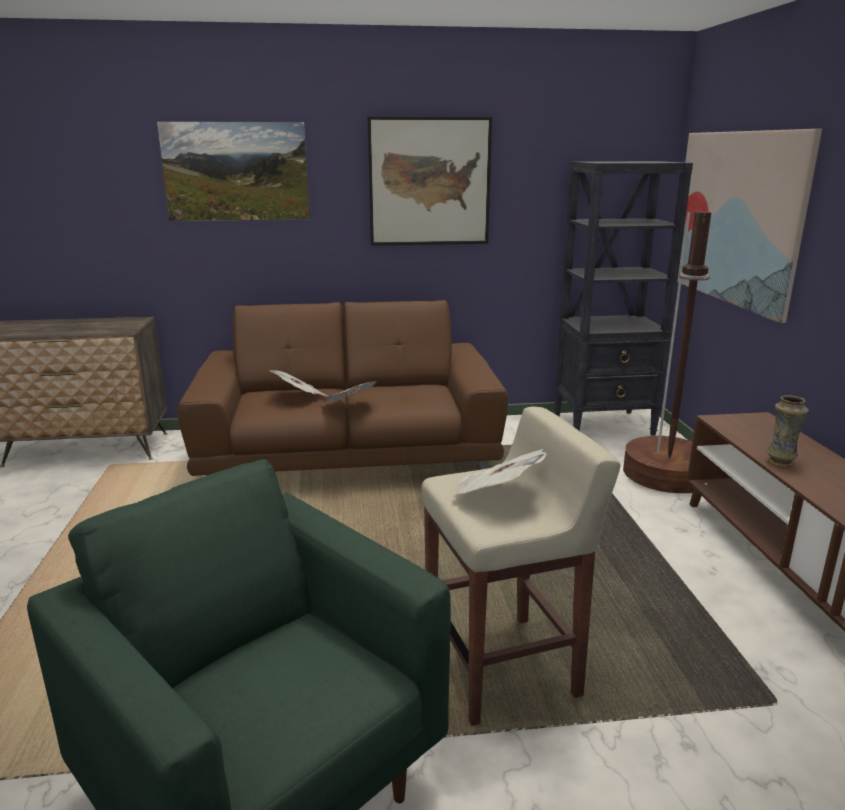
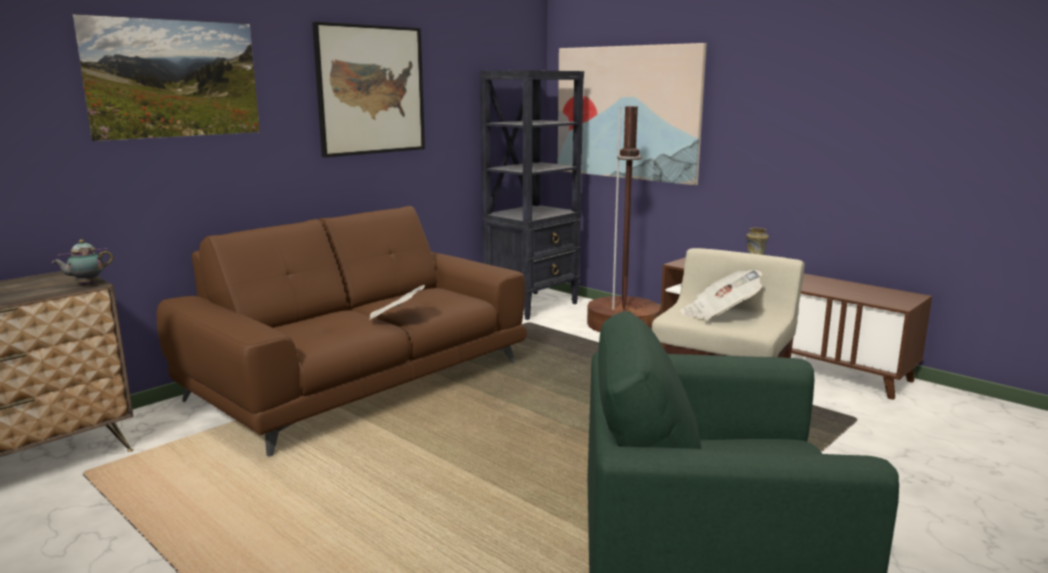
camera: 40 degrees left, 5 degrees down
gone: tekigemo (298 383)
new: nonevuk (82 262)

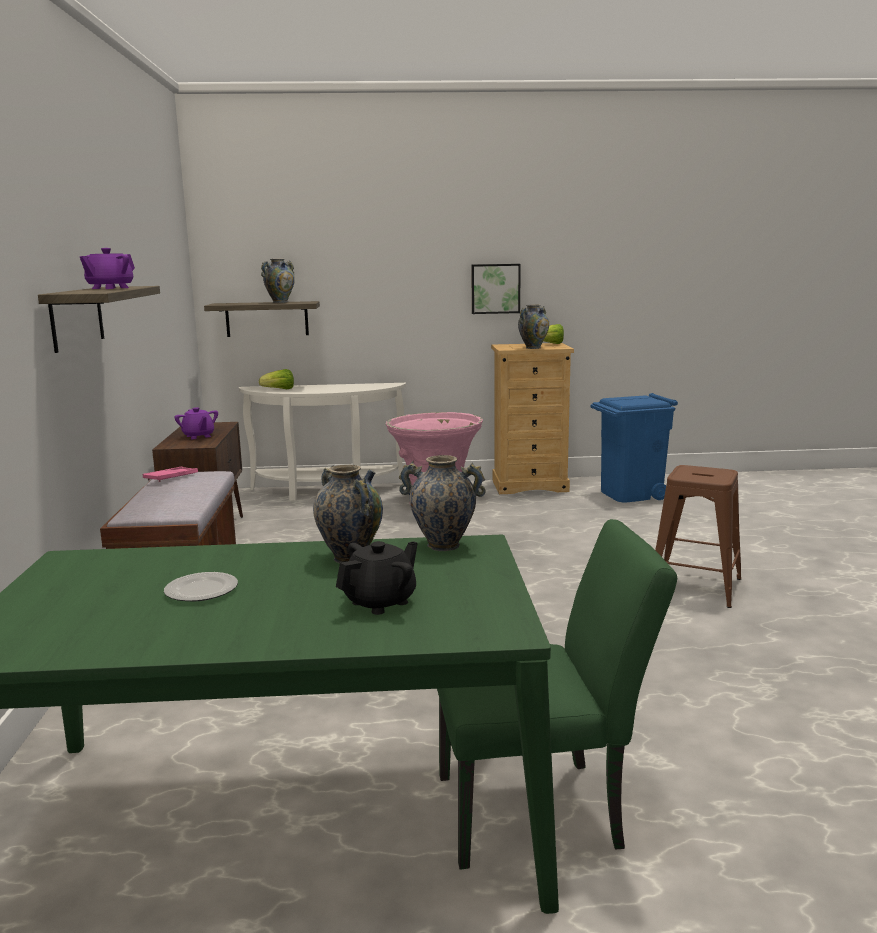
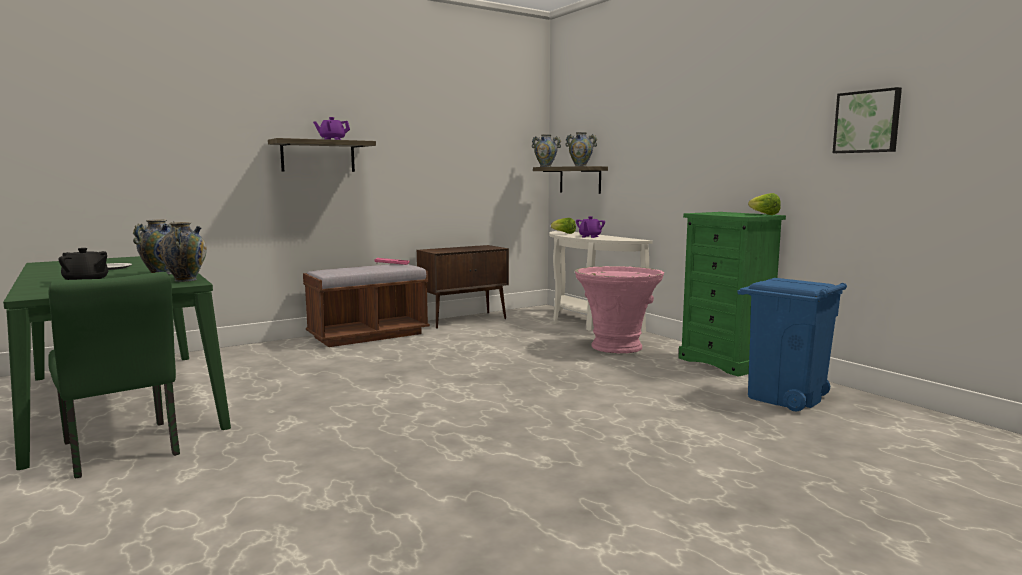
camera: 60 degrees right, 5 degrees down
gone: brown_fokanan (698 536)
shifted: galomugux (533 326) to (546 150); purple_nonevuk (196 423) to (590 227); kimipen (496 289) to (867 120)
repainted: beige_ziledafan (532 418) to green_ziledafan (732 294)

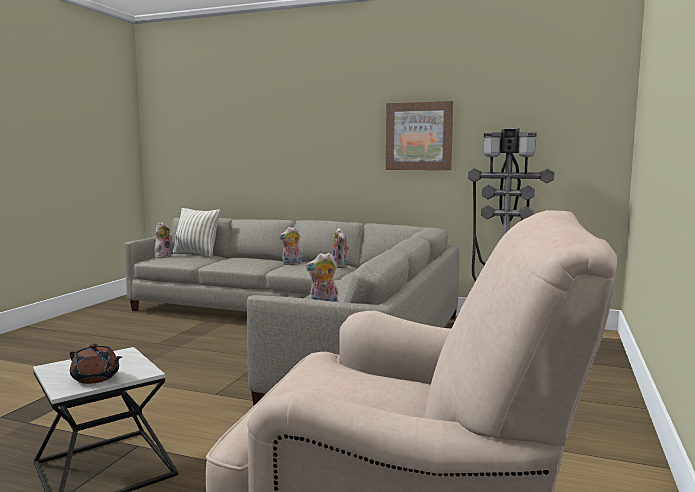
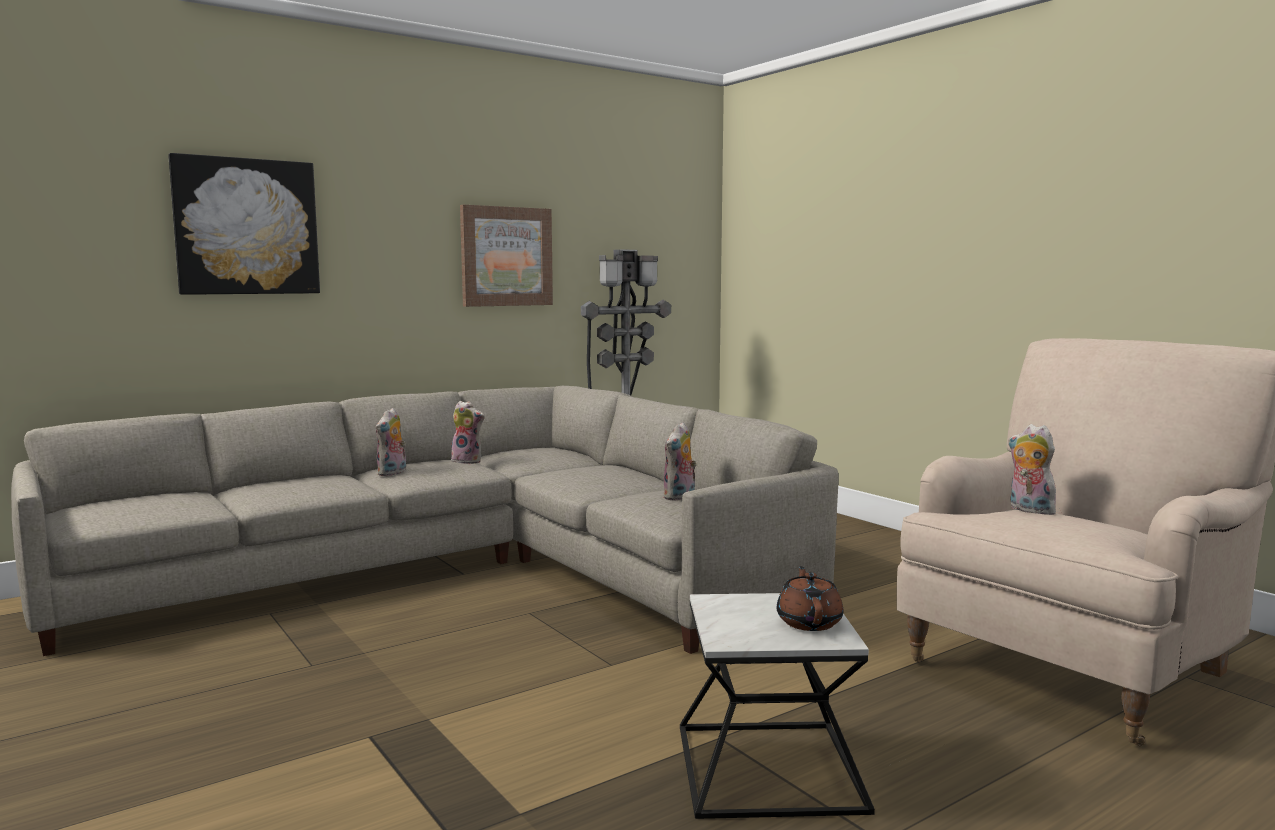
camera: 55 degrees left, 0 degrees up
gone: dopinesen (196 232)
new: kimipen (244 224)
shifted: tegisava (162 240) to (1033 469)
rotated: brown_nonevuk (96 363) = (810 598) 60 degrees counterclockwise

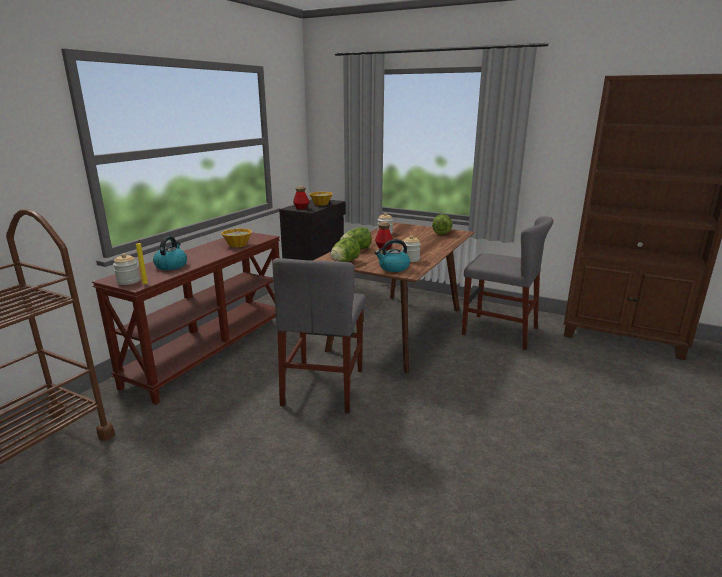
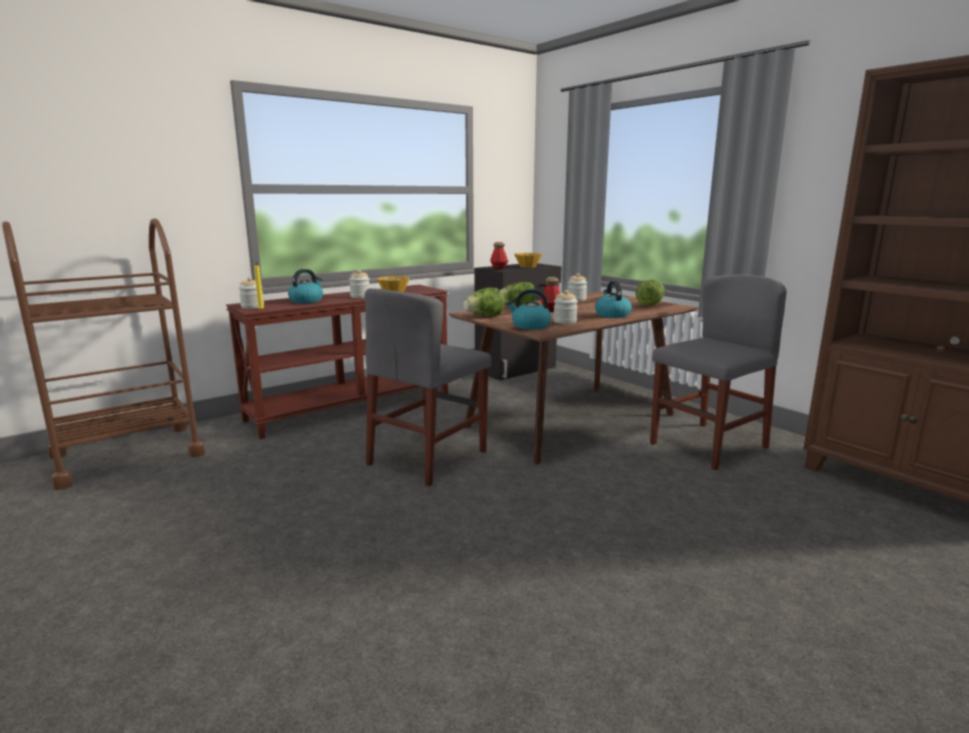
camera: 25 degrees right, 5 degrees down
new: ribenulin (359 284); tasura (613 299)
rotated: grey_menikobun (507 283) = (718 372) 90 degrees counterclockwise

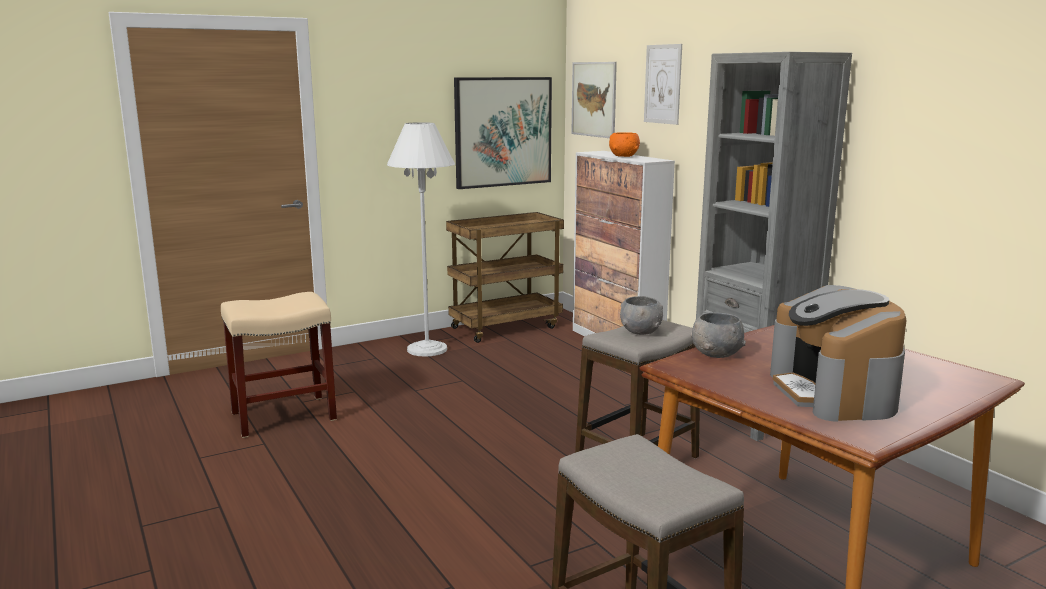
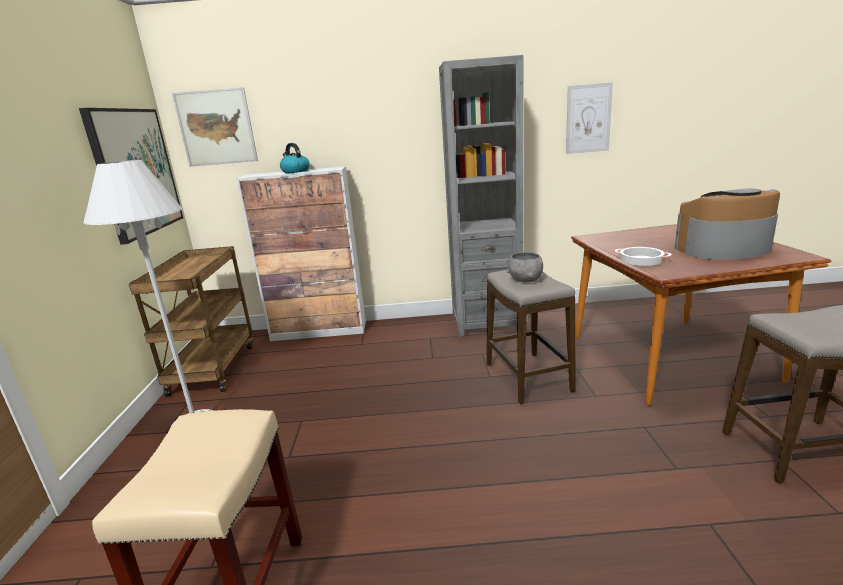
camera: 60 degrees left, 5 degrees up
shifted: kimipen (663 84) to (589 118)
swapped: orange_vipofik (624 144) to tasura (295 158); grey_vipofik (718 335) to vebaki (643 256)
rotated: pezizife (838 353) = (727 224) 150 degrees clockwise

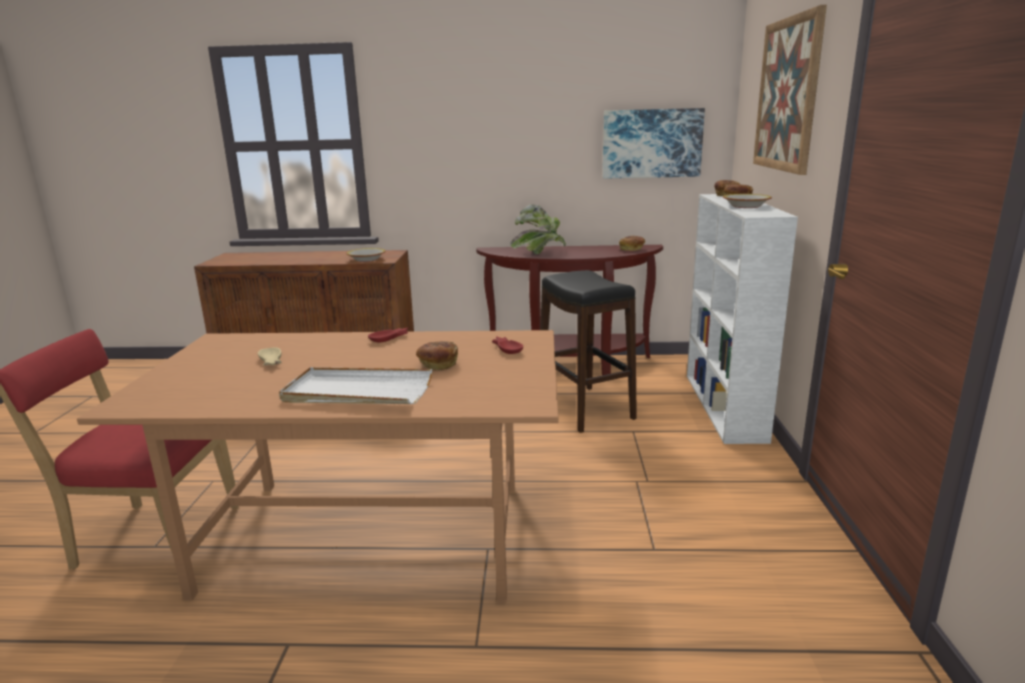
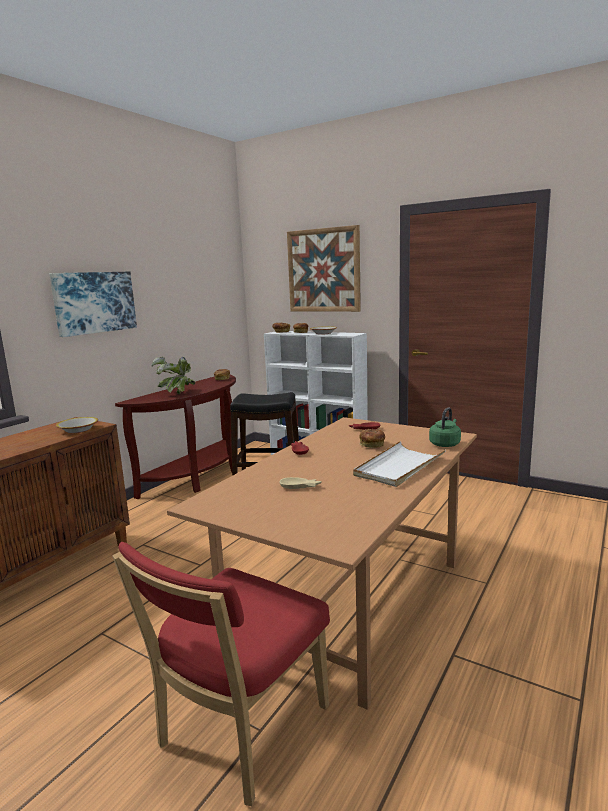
camera: 60 degrees left, 5 degrees down
new: green_tasura (445 427)
shifted: kimipen (654 143) to (93 304)

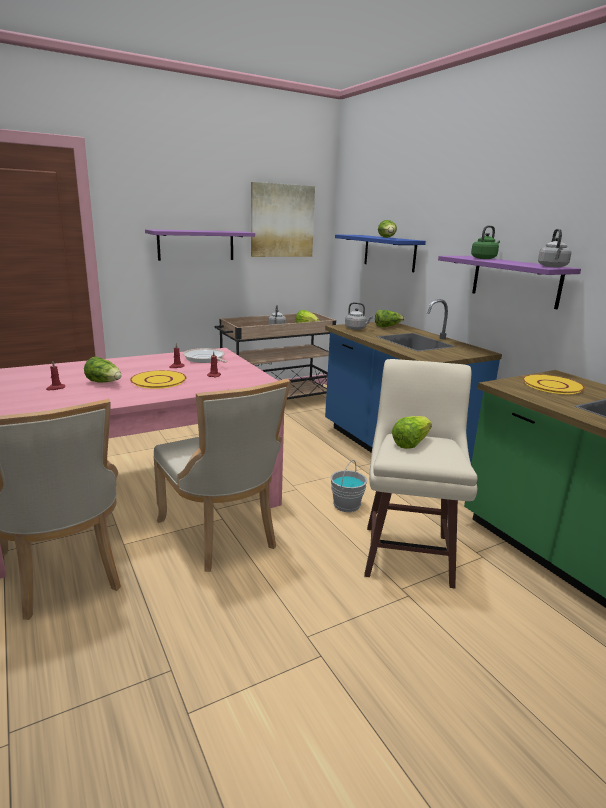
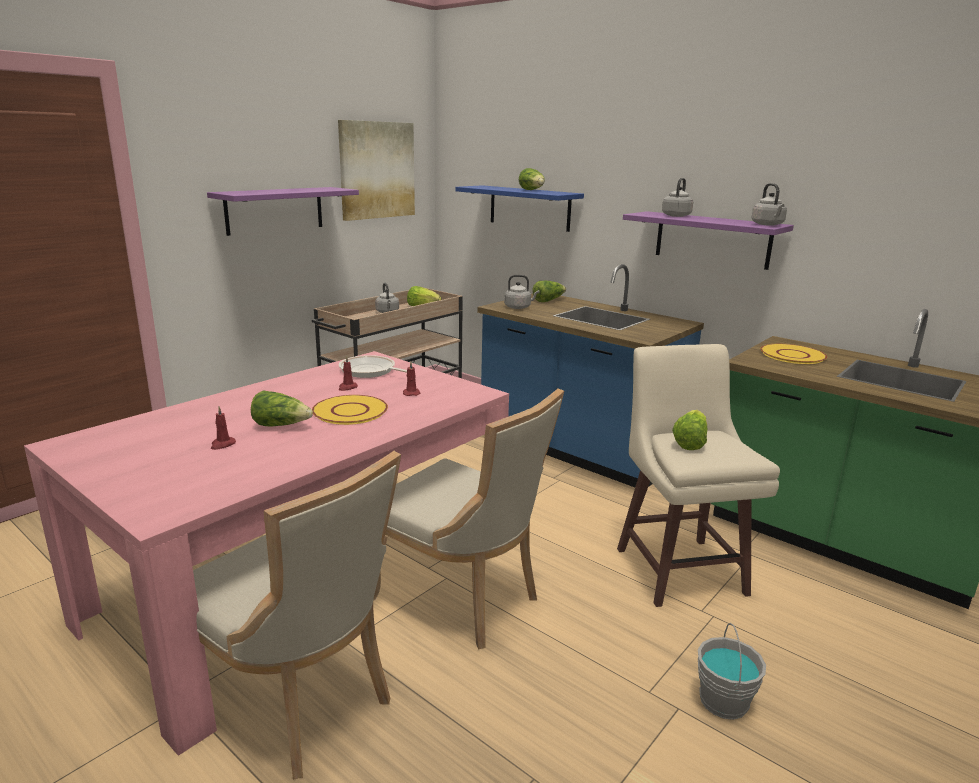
camera: 20 degrees left, 0 degrees up
shifted: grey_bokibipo (348 486) to (732 671)
repainted: green_tasura (485 242) to grey_tasura (677 197)

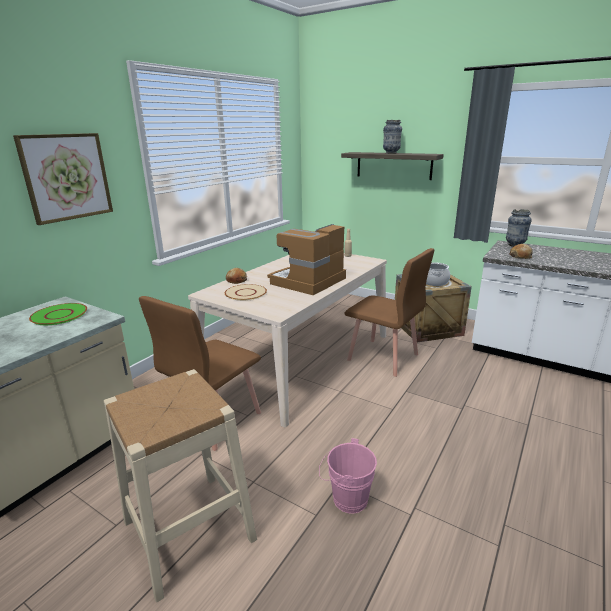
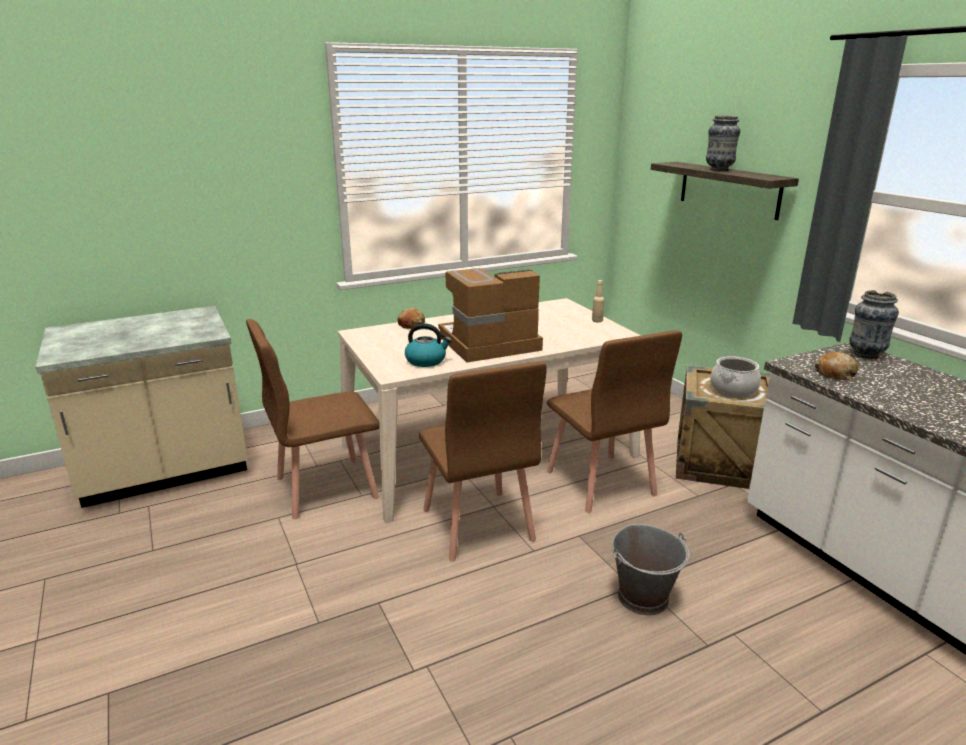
camera: 30 degrees right, 0 degrees up
gone: kimipen (63 179); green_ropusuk (58 314); beige_fokanan (180 486); beige_ropusuk (246 292); pink_bokibipo (348 476)
new: tasura (428 345); brown_menikobun (483 461); grey_bokibipo (651 569)

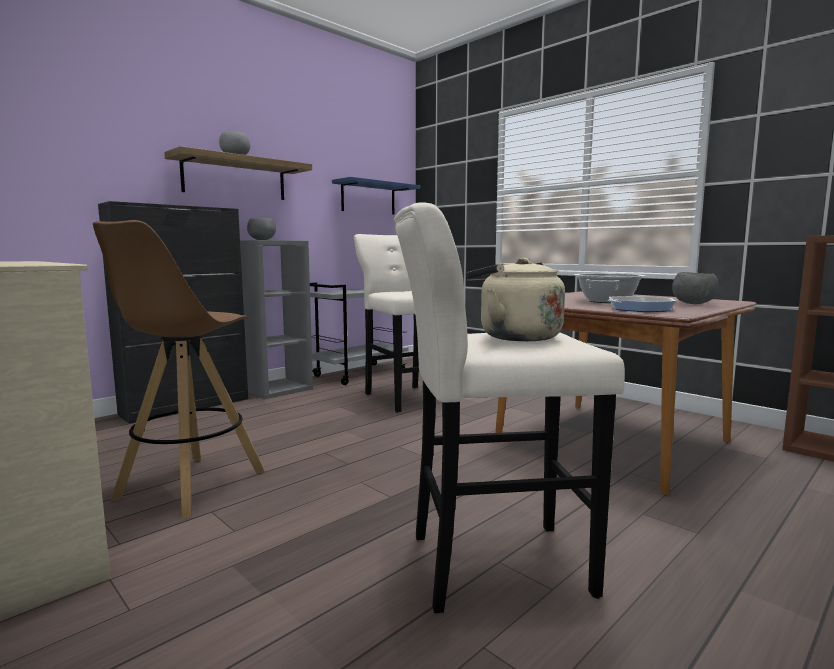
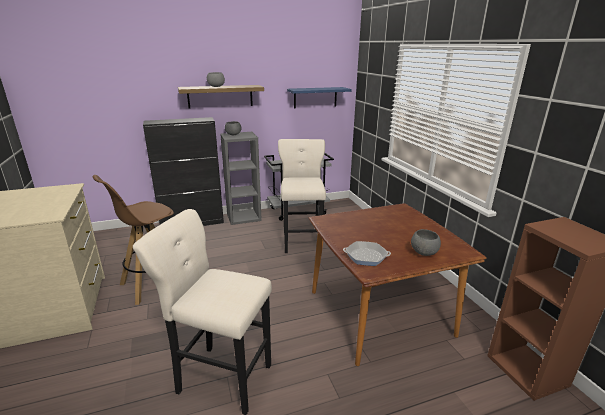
camera: 25 degrees right, 15 degrees up
gone: beige_tasura (515 299); vebaki (609 288)

